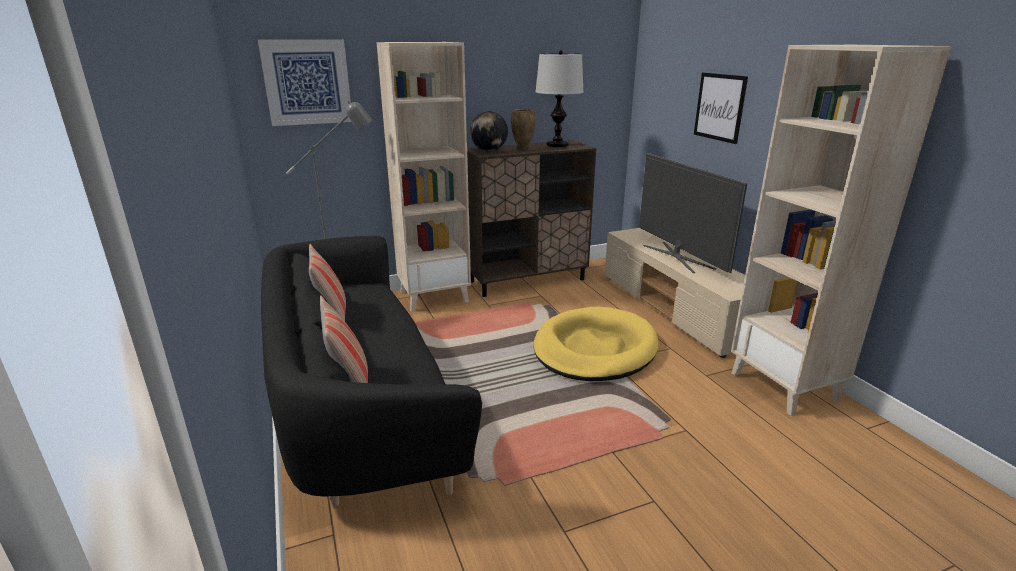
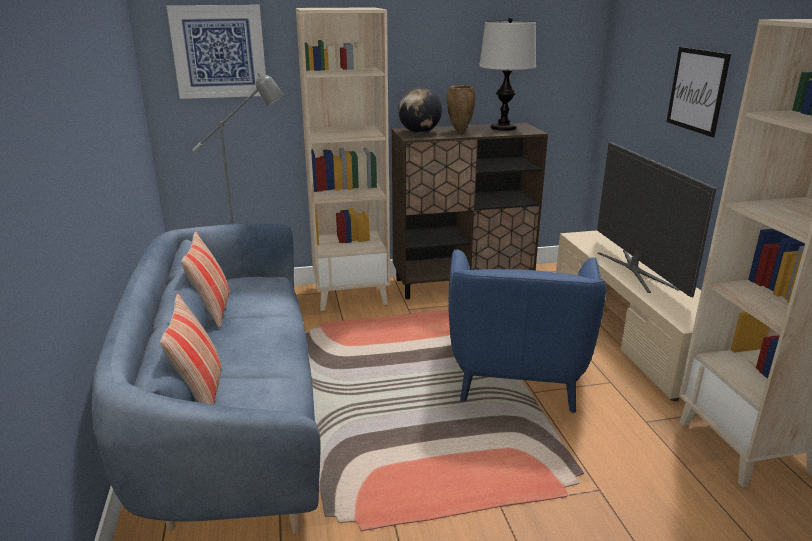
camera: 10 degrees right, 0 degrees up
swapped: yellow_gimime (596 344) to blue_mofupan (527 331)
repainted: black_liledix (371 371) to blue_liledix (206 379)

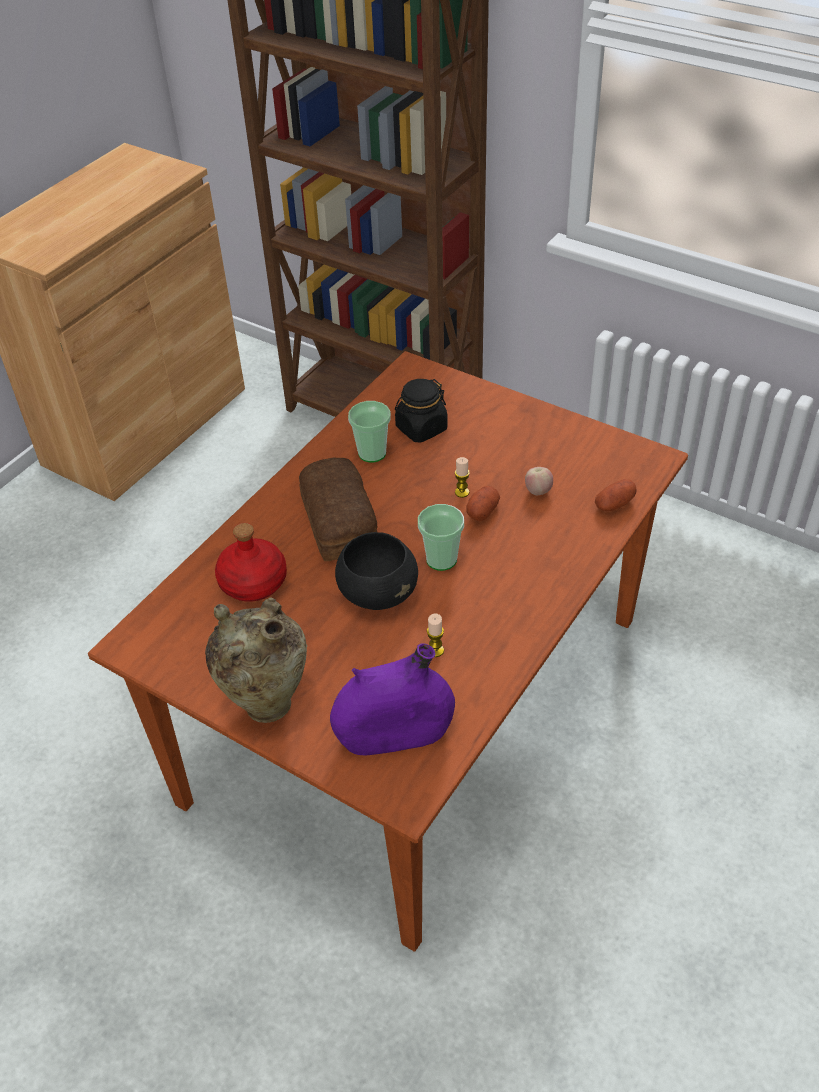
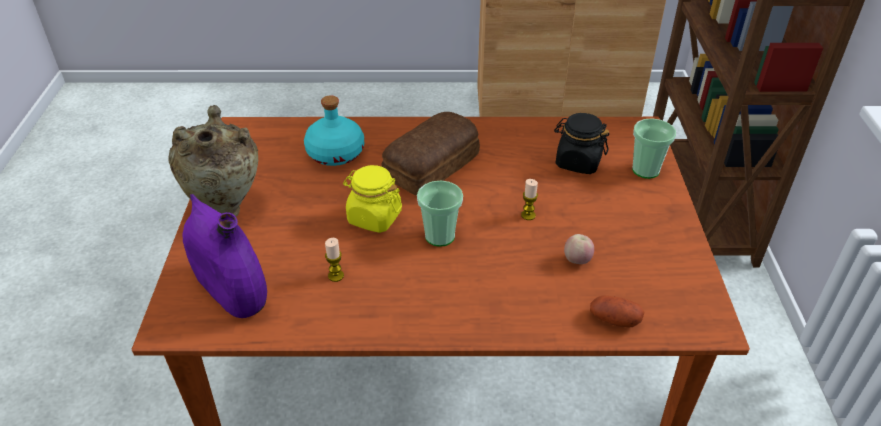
camera: 55 degrees right, 5 degrees down
gone: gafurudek (483 503)
shifted: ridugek (369 431) to (654 148)
swapped: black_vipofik (376 571) to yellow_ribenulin (372 199)
repainted: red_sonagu (251 562) to turquoise_sonagu (334 130)

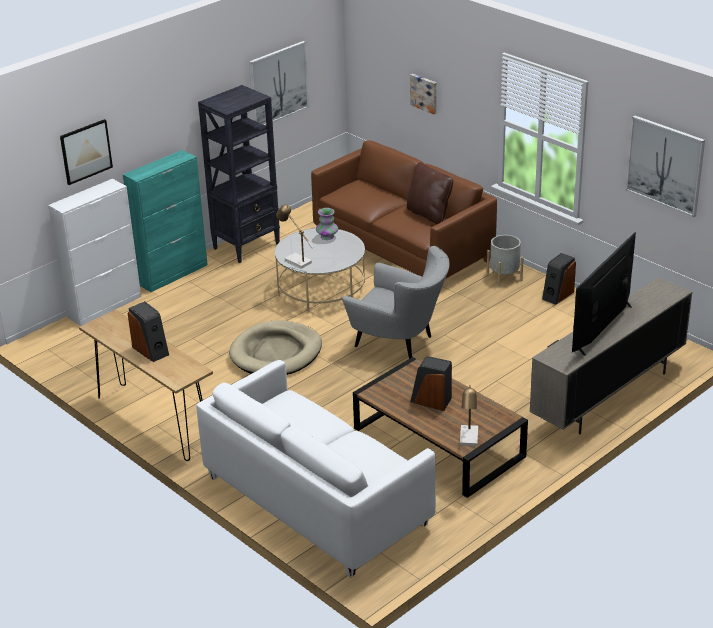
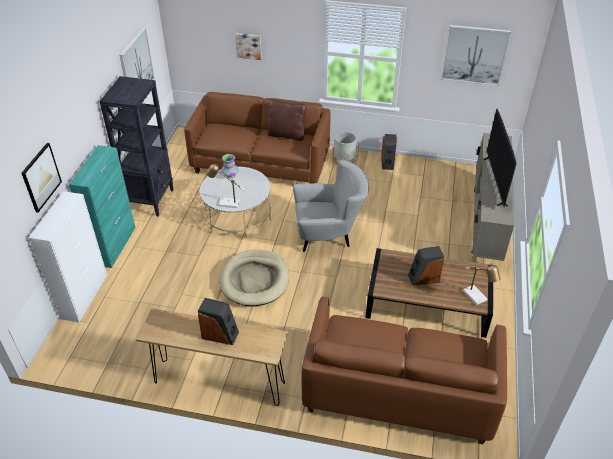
camera: 35 degrees left, 10 degrees up
repainted: white_liledix (316 468) to brown_liledix (404 370)

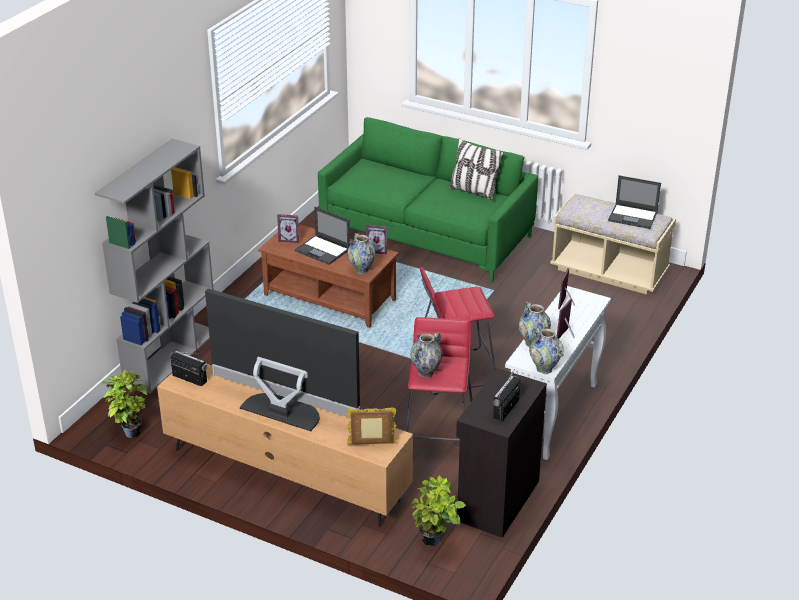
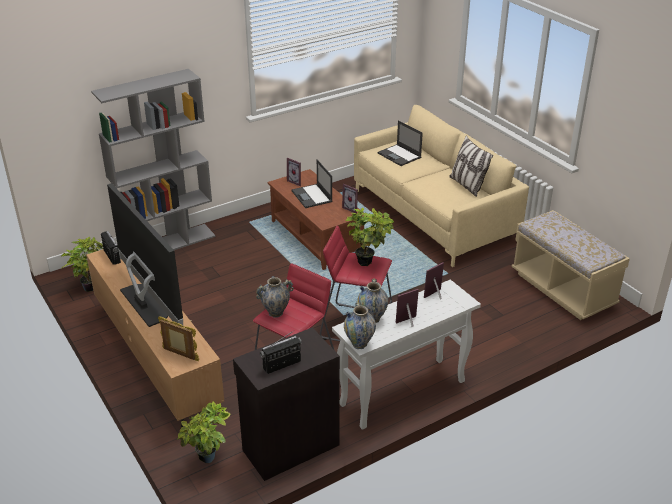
camera: 30 degrees right, 0 degrees up
gone: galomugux (361 253)
new: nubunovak (369 237)
shifted: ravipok (634 202) to (400 143)
repainted: green_liledix (428 200) to beige_liledix (441 186)

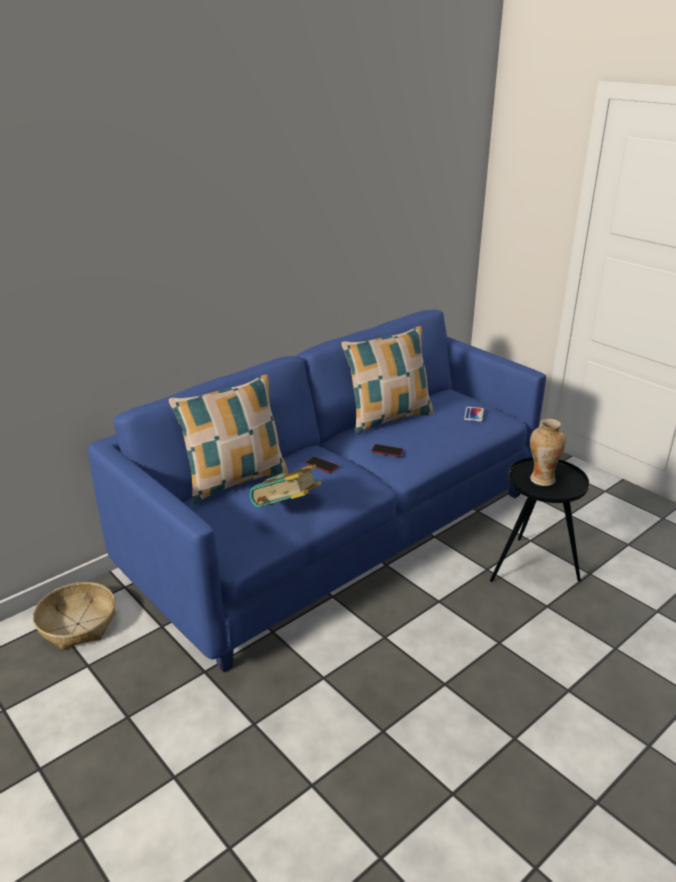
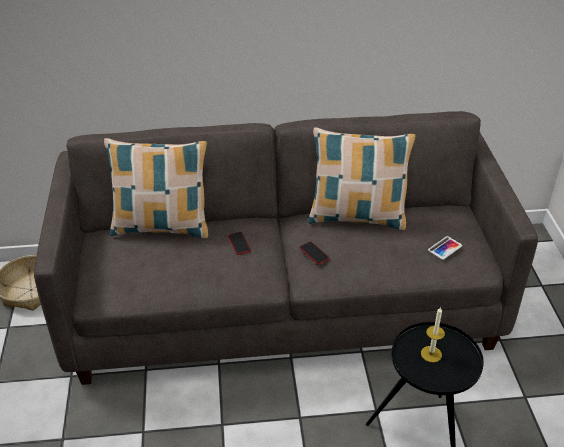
camera: 35 degrees right, 10 degrees up
gone: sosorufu (286 485)
swapped: galomugux (548 452) to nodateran (433 335)
repainted: blue_liledix (317 491) to grey_liledix (286 248)

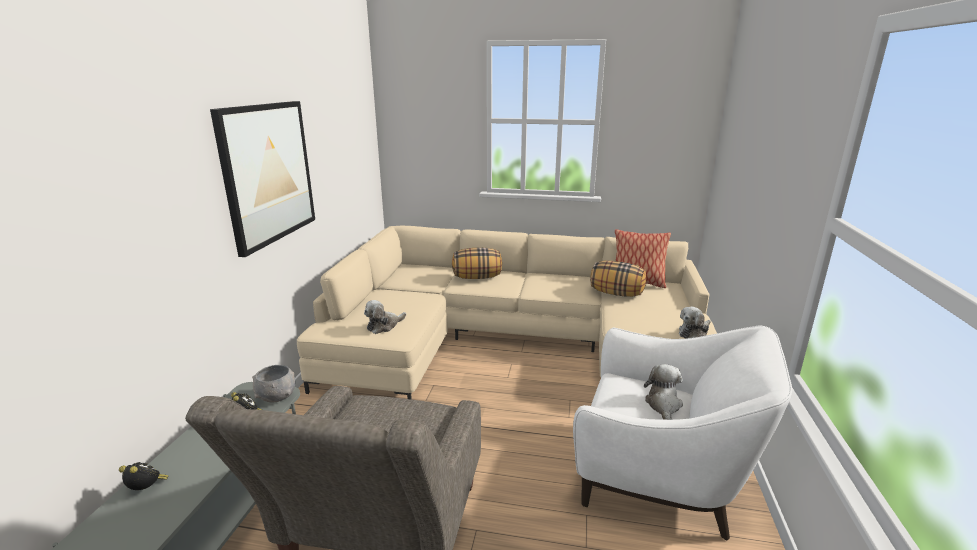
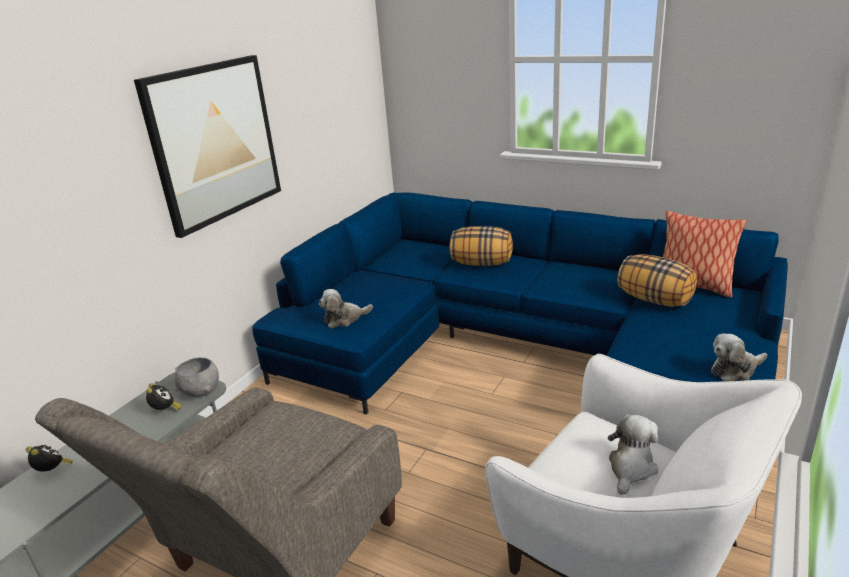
camera: 20 degrees right, 5 degrees up
repainted: beige_liledix (507 313) to blue_liledix (520 303)

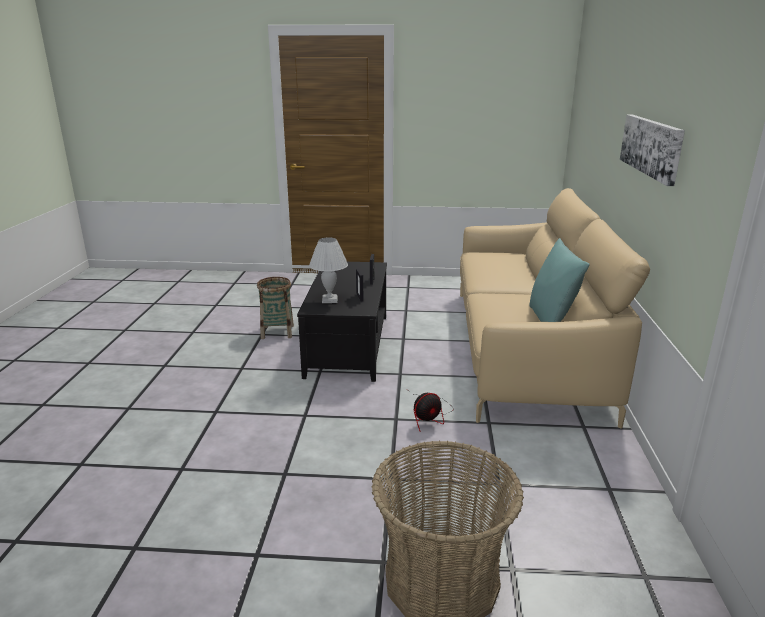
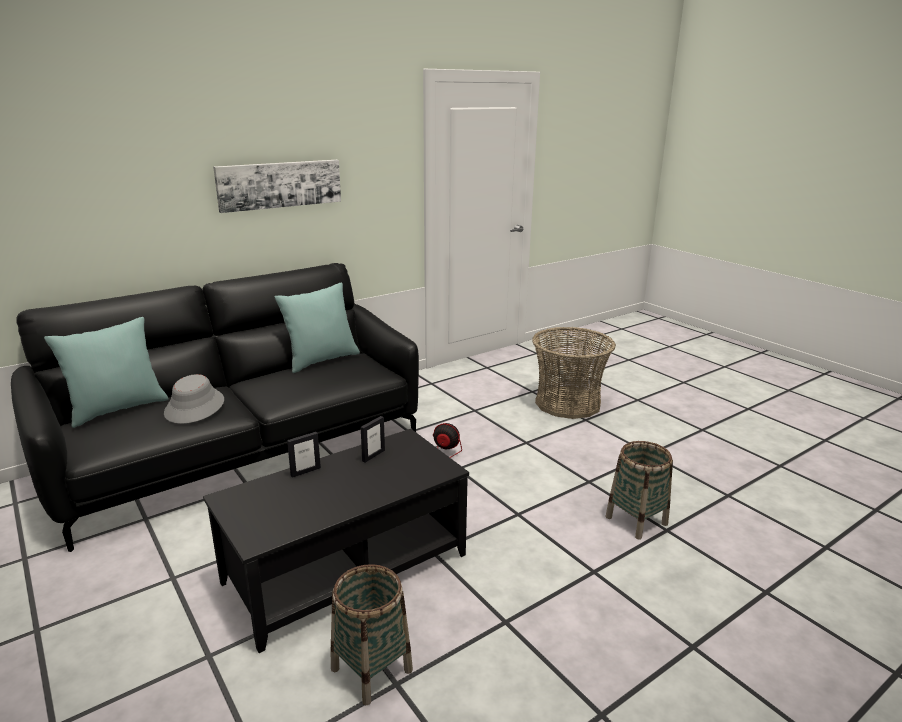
camera: 130 degrees left, 0 degrees up
gone: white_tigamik (328 270)
new: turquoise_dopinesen (106 372); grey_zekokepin (194 399); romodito (639 490)
repainted: beige_liledix (555 308) to black_liledix (215 407)

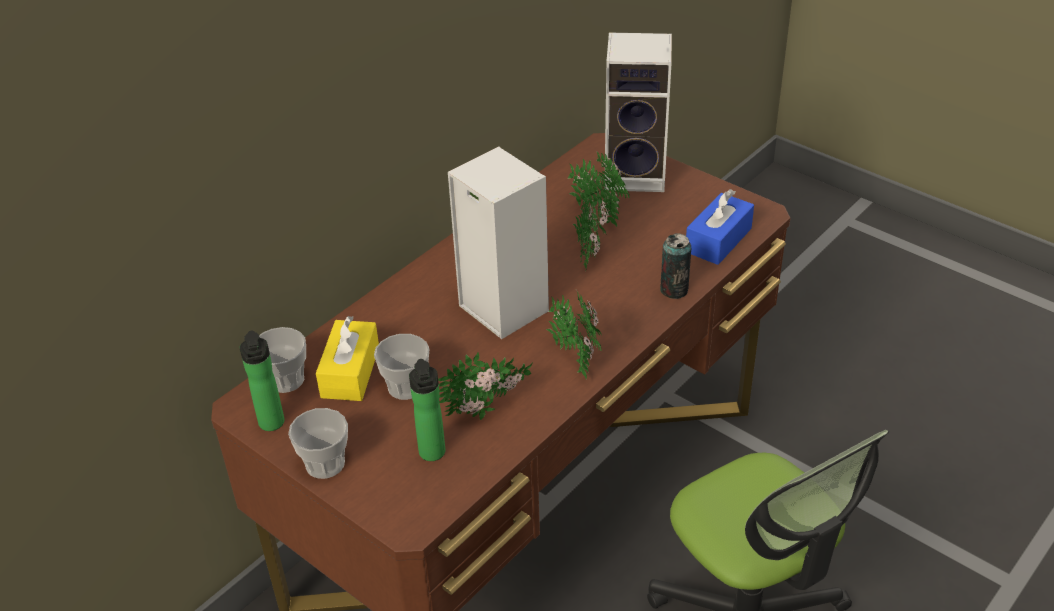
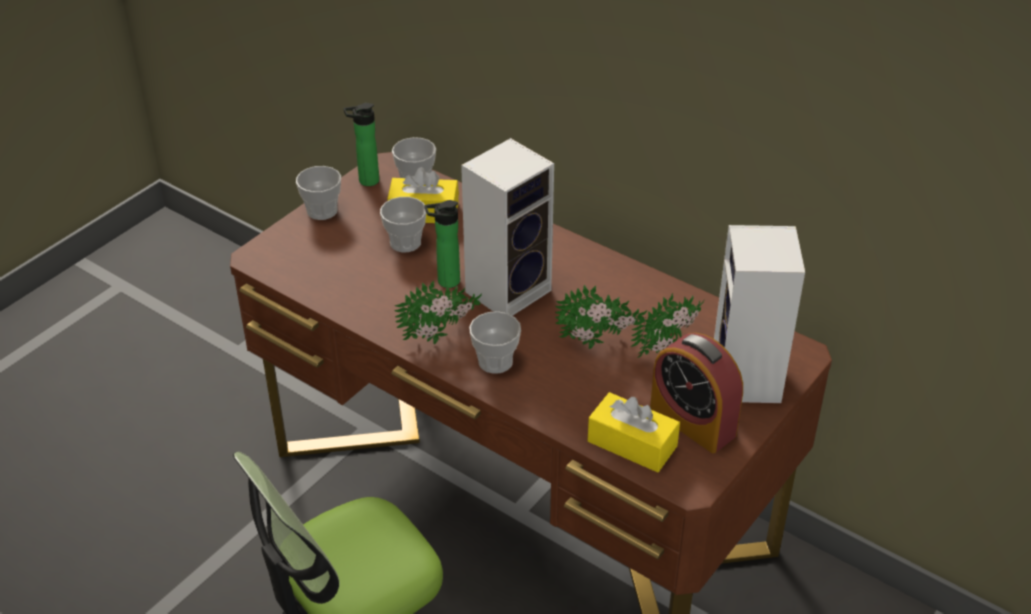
camera: 85 degrees right, 0 degrees up
gone: nubunovak (485 386); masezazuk (675 266)
new: ridugek (495 342); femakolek (696 393)
shifted: sonagu (427 410) to (442 244)
repainted: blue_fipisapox (720 227) to yellow_fipisapox (634 432)

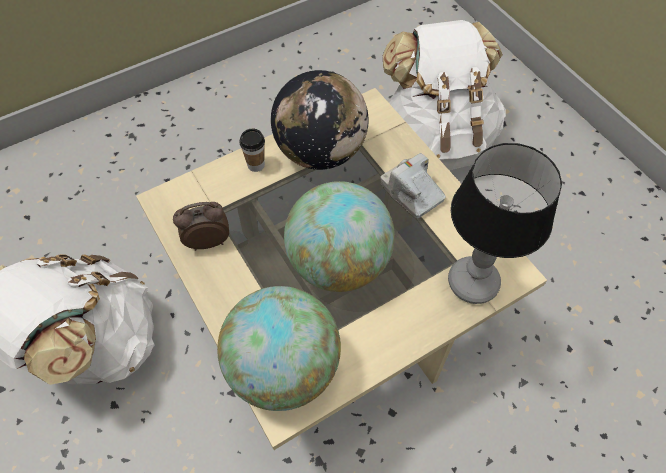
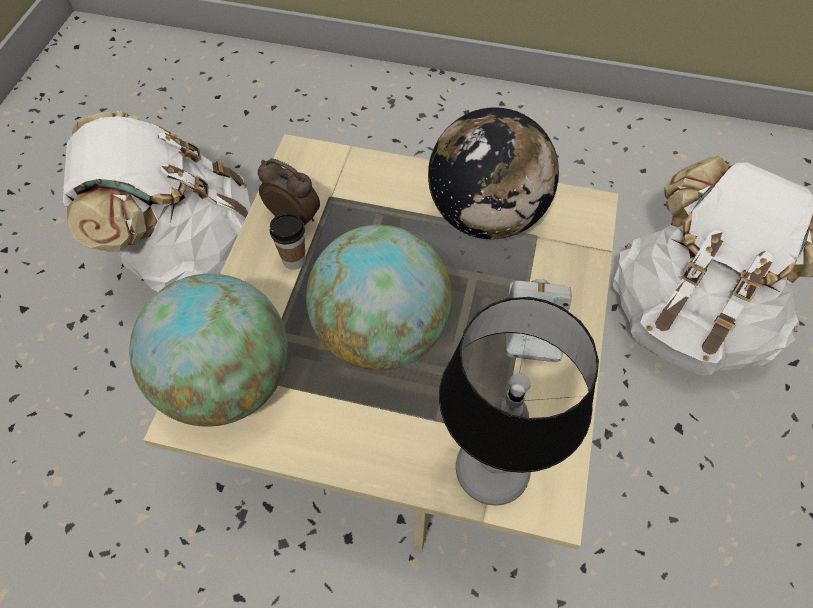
camera: 45 degrees right, 0 degrees up
shifted: ridugek (252 150) to (288 241)

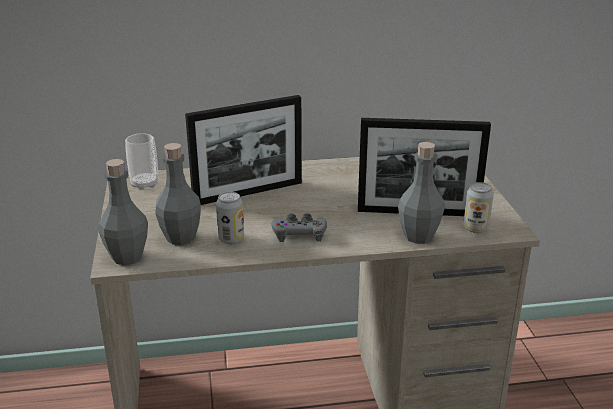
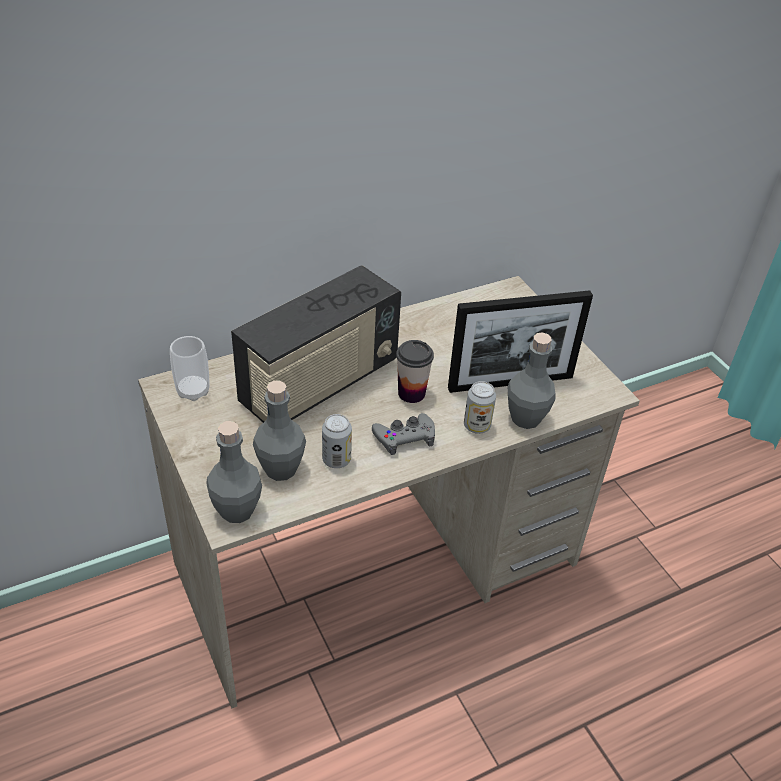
camera: 20 degrees left, 15 degrees up
new: ridugek (415 371)
shifted: masezazuk (478 207) to (480 407)
swapped: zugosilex (243 150) to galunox (316 344)

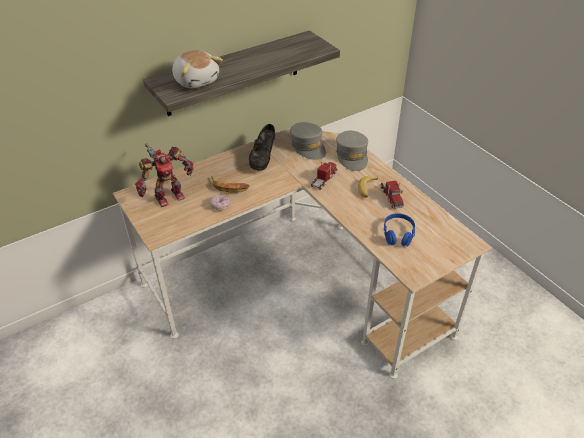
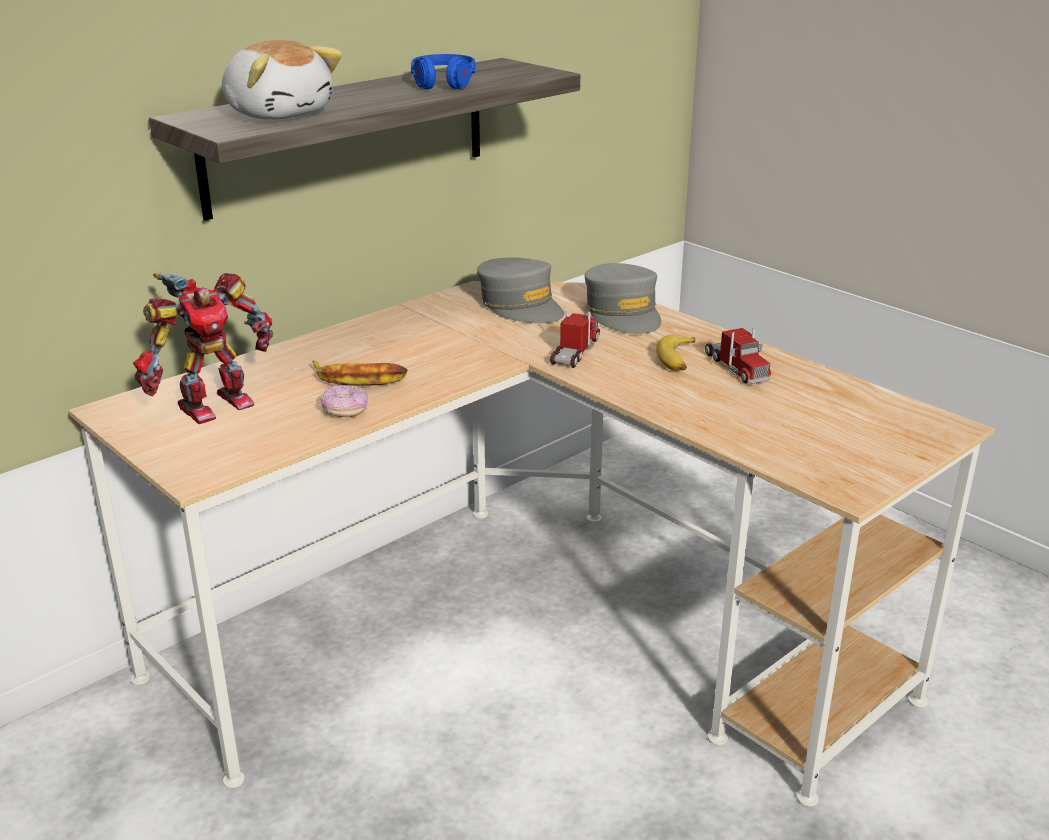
camera: 10 degrees left, 15 degrees down
gone: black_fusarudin (262 147)
shifted: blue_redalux (399 230) to (443 71)

